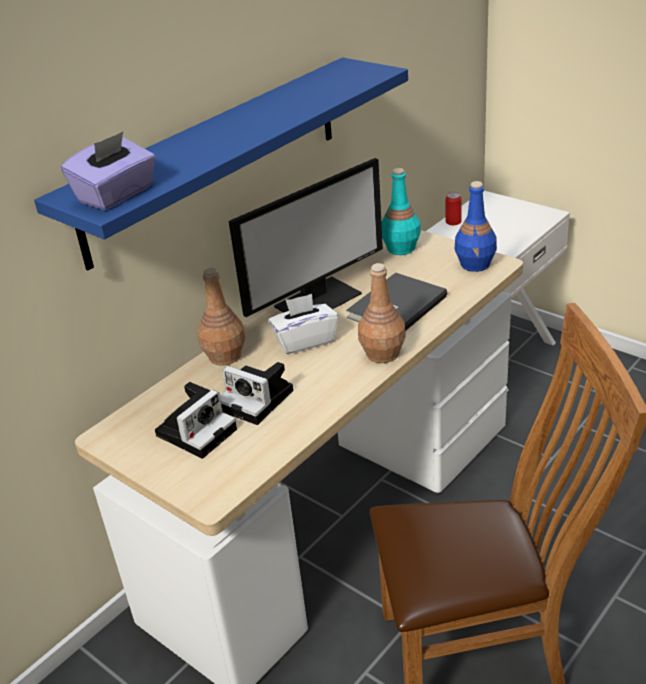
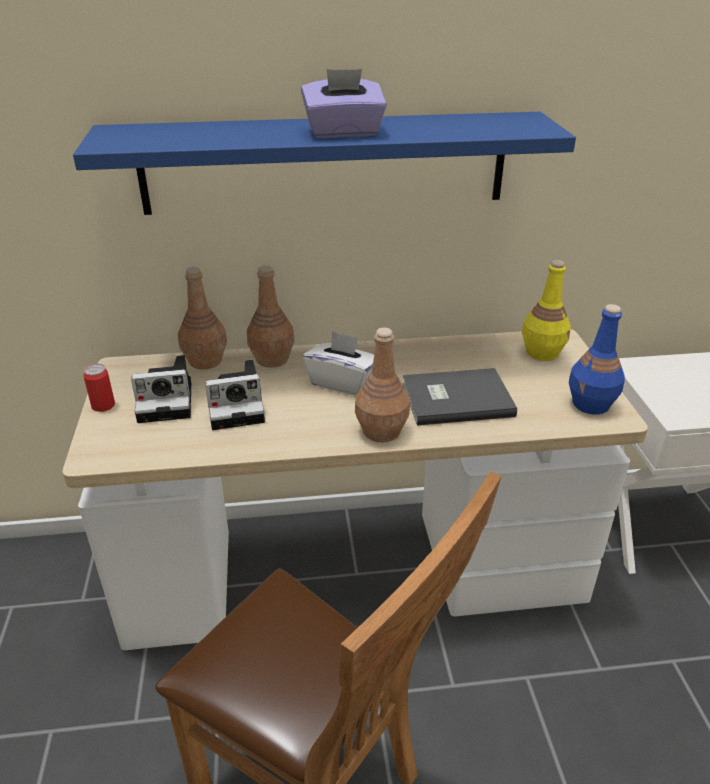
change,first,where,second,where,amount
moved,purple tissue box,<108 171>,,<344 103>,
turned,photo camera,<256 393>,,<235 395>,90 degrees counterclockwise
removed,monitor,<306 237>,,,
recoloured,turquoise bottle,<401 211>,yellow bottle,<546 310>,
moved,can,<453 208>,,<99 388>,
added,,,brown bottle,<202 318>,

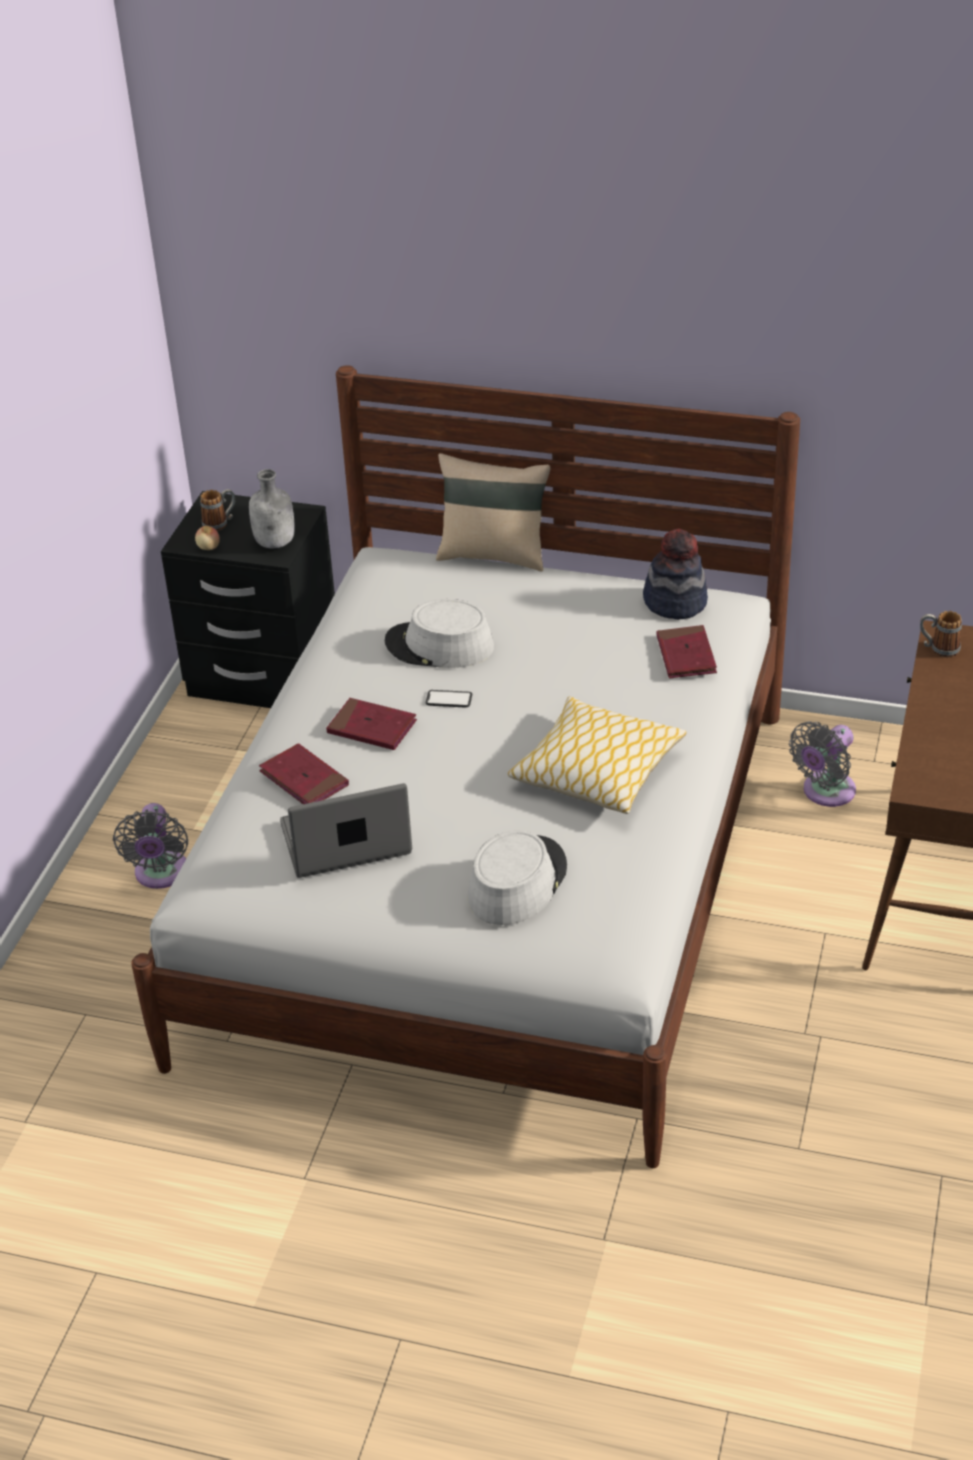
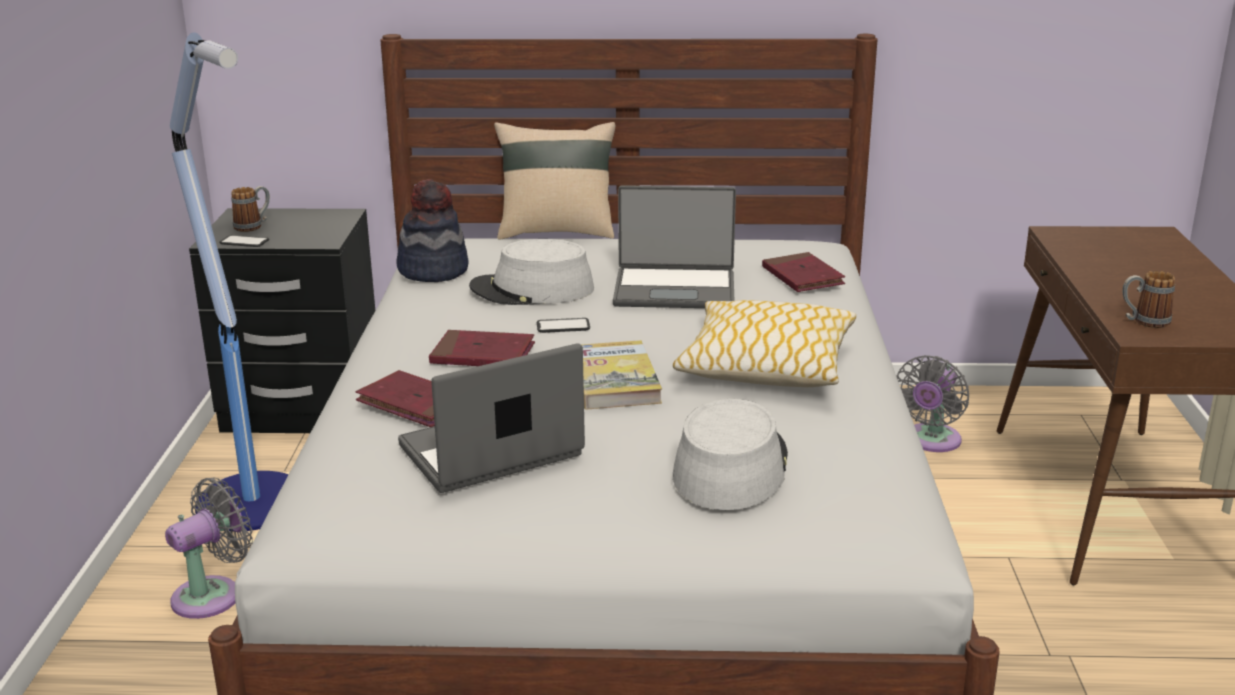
change,first,where,second,where,amount
turned,grey fan,<150 846>,,<209 548>,120 degrees counterclockwise
replaced,apple,<207 538>,phone,<244 241>,
removed,grey bottle,<272 509>,,,
moved,hat,<675 574>,,<432 230>,
moved,mug,<941 634>,,<1149 299>,
added,,,floor lamp,<229 282>,
added,,,book,<622 375>,
added,,,laptop,<674 246>,

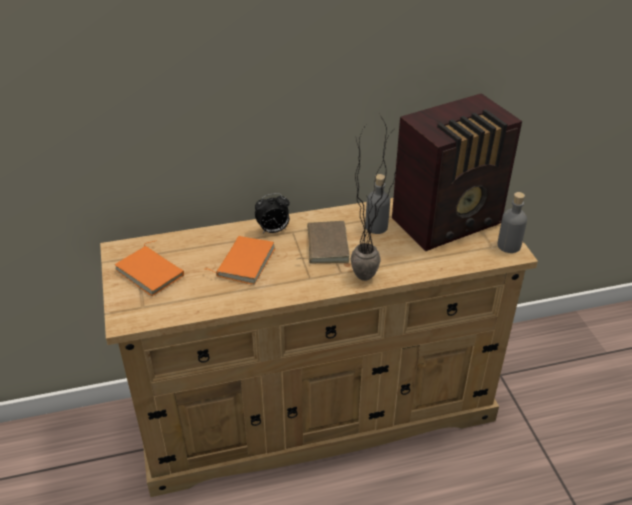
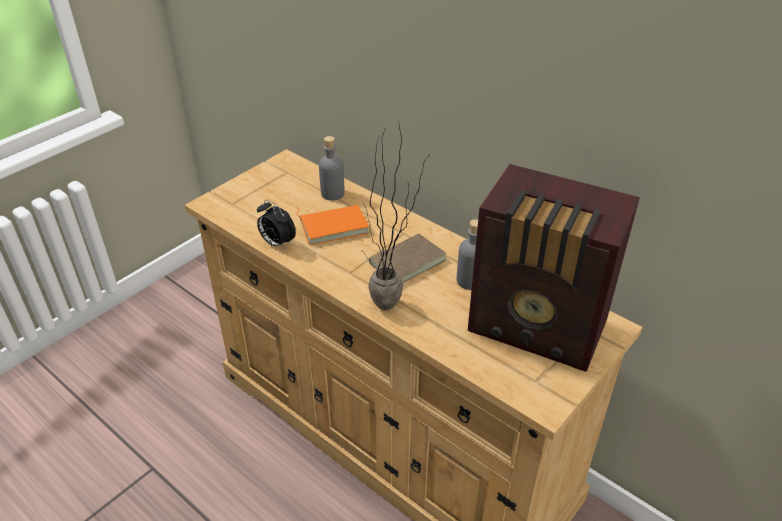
change,first,where,second,where,amount
removed,orange book,<149 268>,,,
moved,alarm clock,<272 213>,,<276 224>,
moved,grey bottle,<512 222>,,<332 168>,

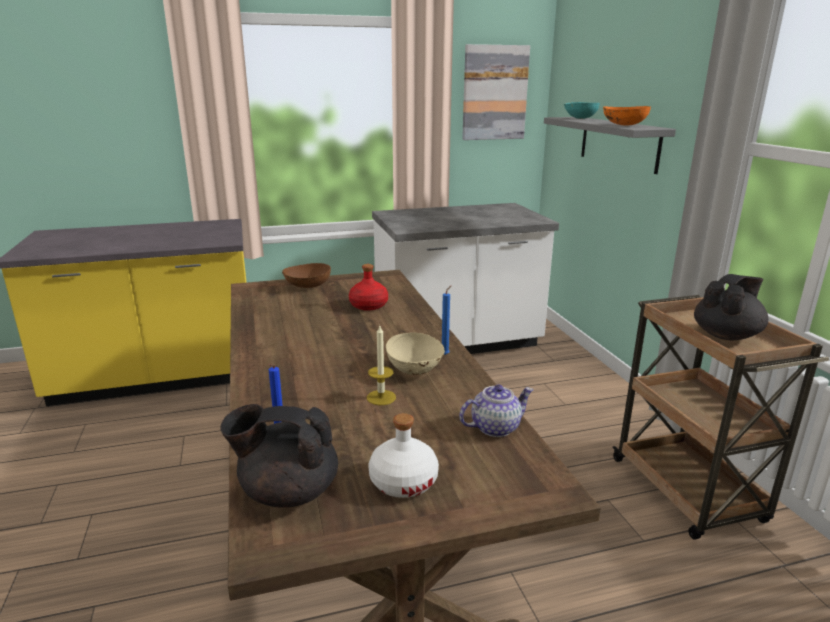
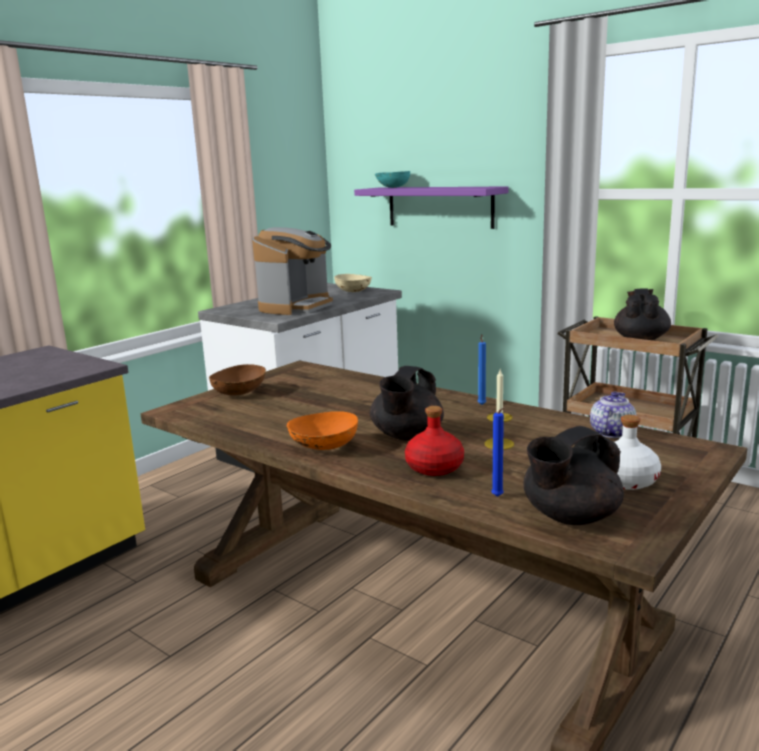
change,first,where,second,where,amount
moved,red bottle,<368 287>,,<434 441>,
moved,beige bowl,<415 353>,,<353 283>,
removed,picture,<496 92>,,,
recoloured,grey shelf,<610 145>,purple shelf,<431 207>,
moved,orange bowl,<627 116>,,<322 430>,
added,,,coffee machine,<292 271>,
added,,,black teapot,<407 403>,

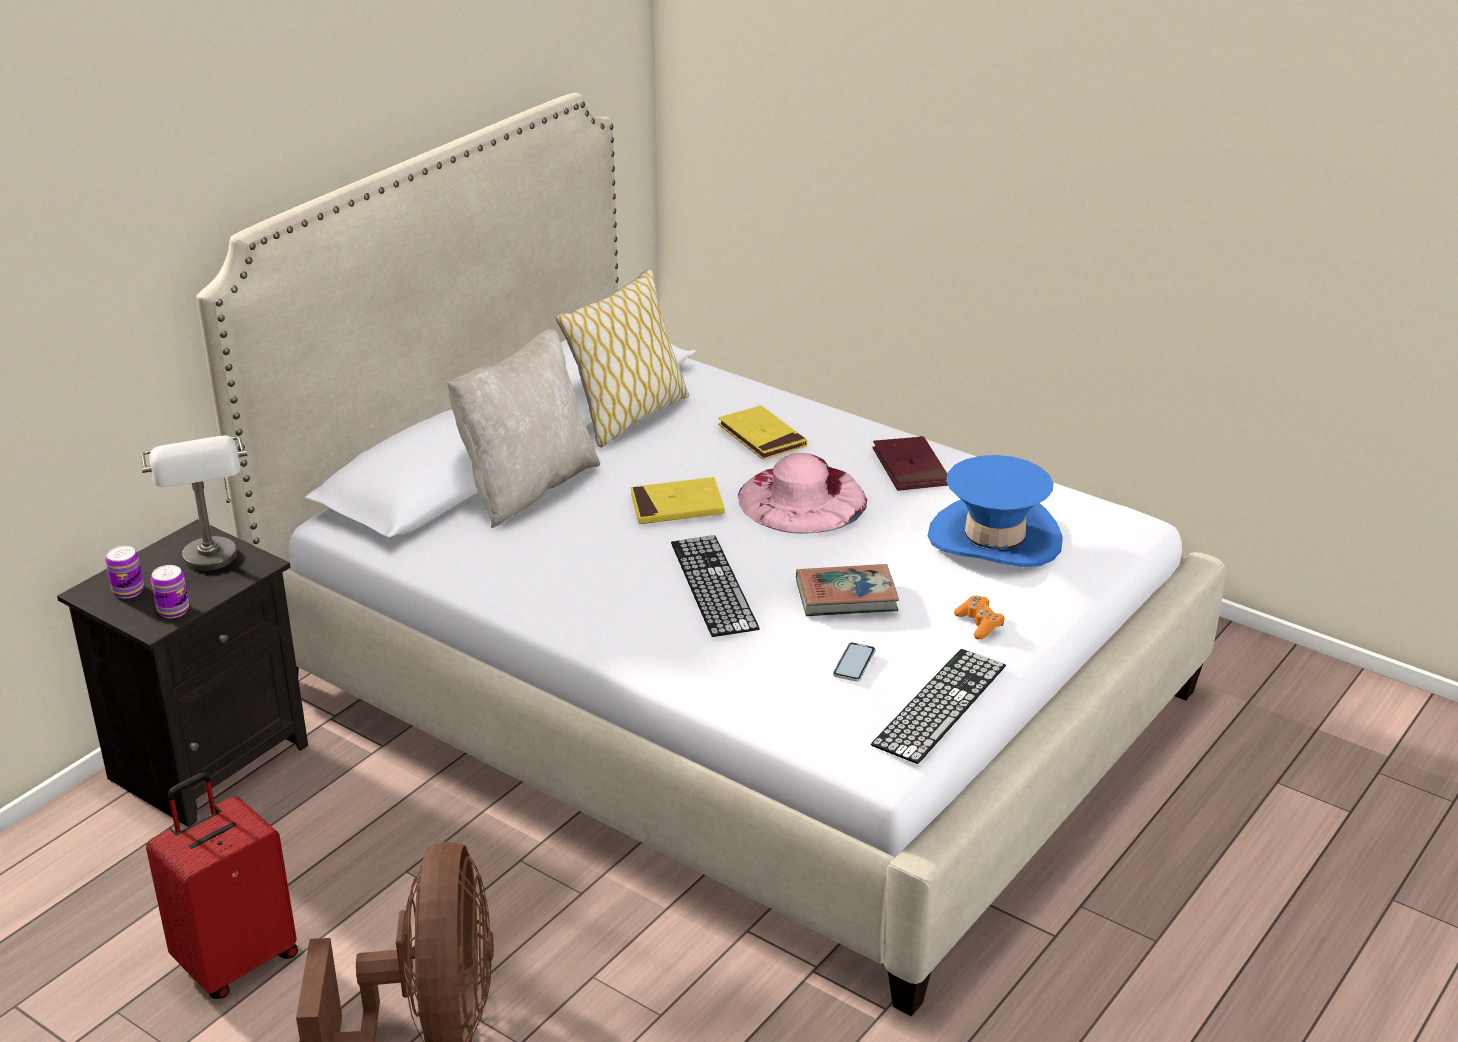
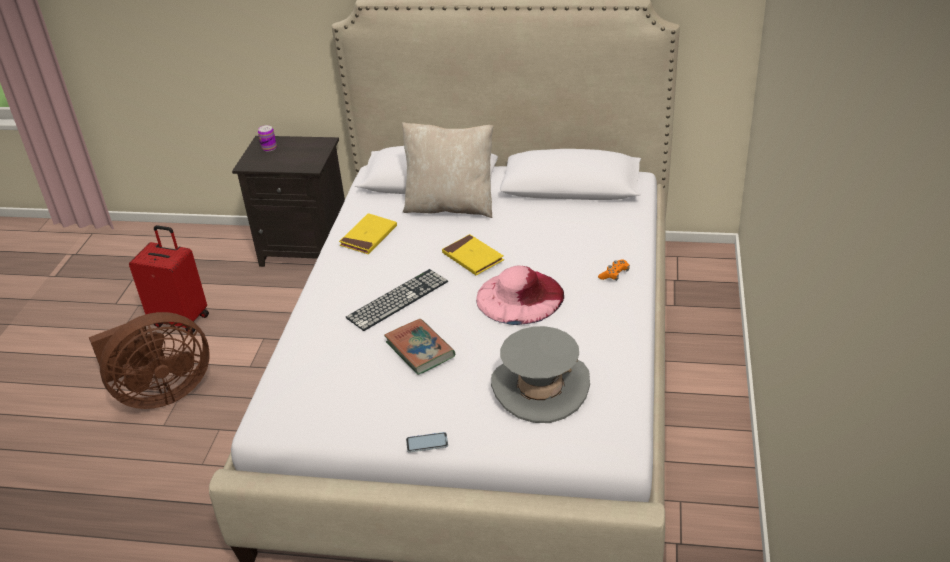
change,first,where,second,where,amount
removed,grey table lamp,<194 503>,,,
removed,can,<170 591>,,,
removed,pillow,<622 358>,,,
moved,yellow book,<762 433>,,<368 233>,
moved,phone,<854 662>,,<427 442>,
removed,keyboard,<938 706>,,,
removed,red book,<910 463>,,,
recoloured,blue hat,<995 511>,grey hat,<540 374>,
moved,orange game controller,<979 617>,,<614 270>,

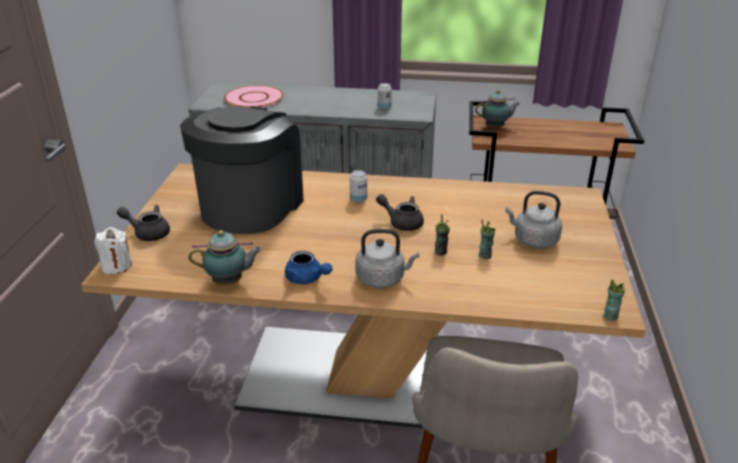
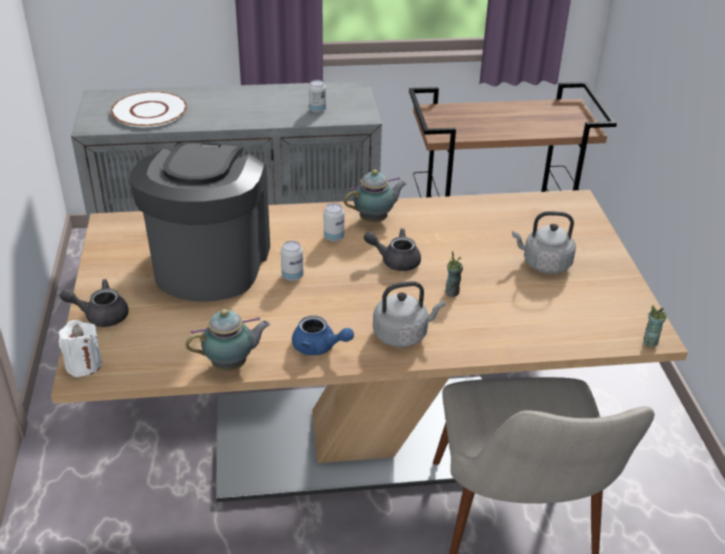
change,first,where,second,where,amount
recoloured,pink plate,<254 96>,white plate,<149 109>,
moved,teapot,<497 109>,,<375 196>,
removed,cup,<486 239>,,,
added,,,can,<292 261>,

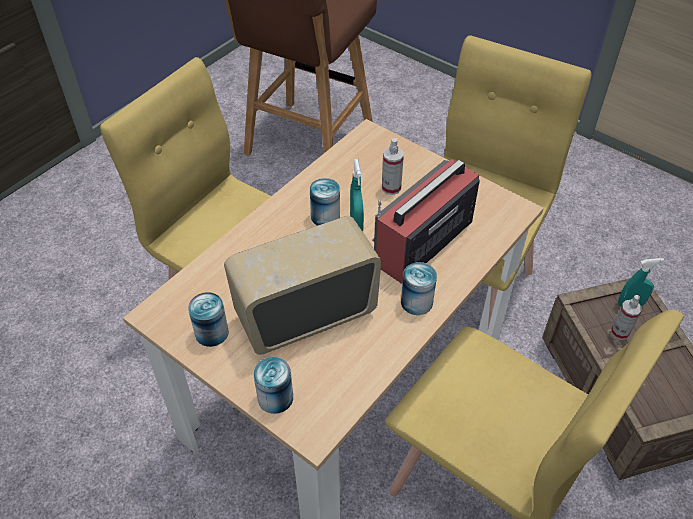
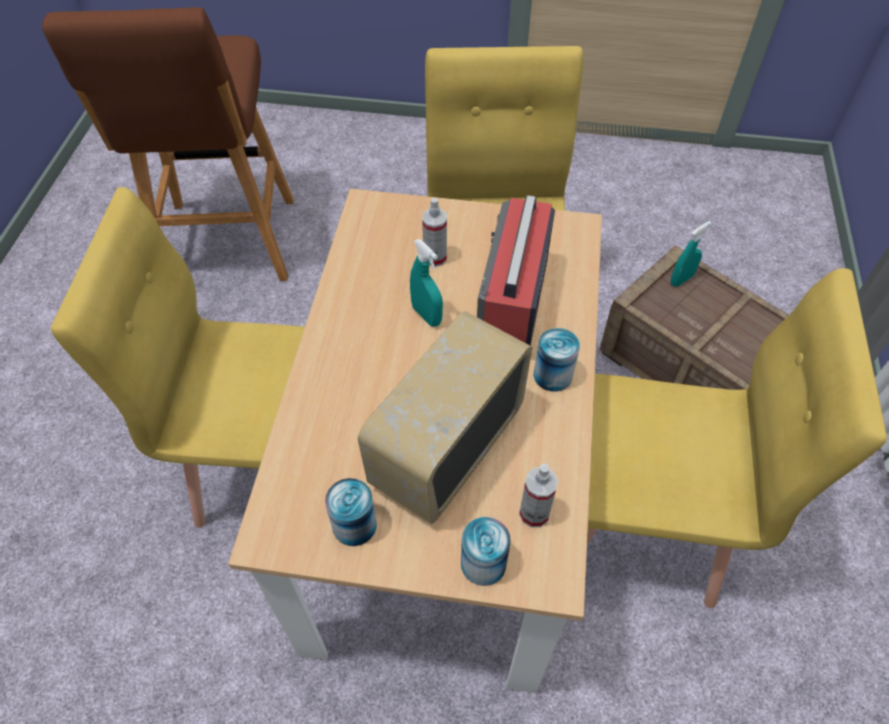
change,first,where,second,where,amount
removed,can,<325 202>,,,
moved,spray bottle,<626 317>,,<538 495>,

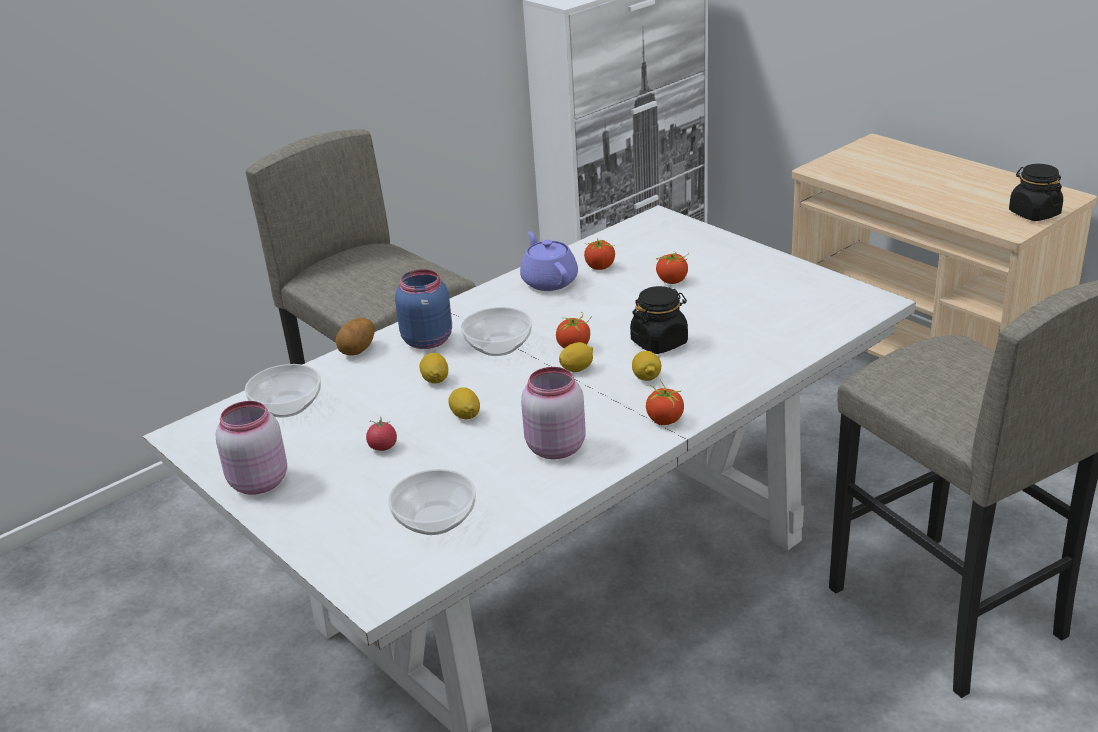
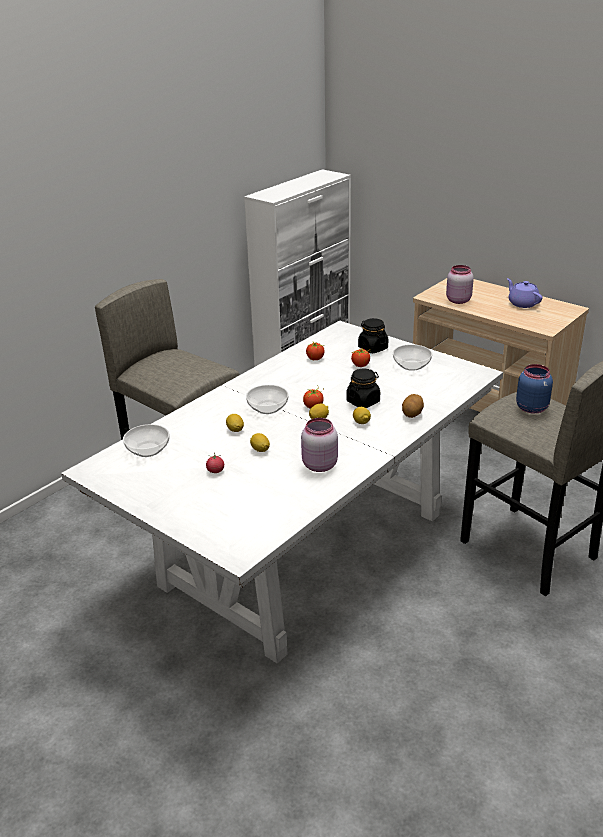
change,first,where,second,where,amount
moved,pink jar,<251 448>,,<460 284>,
moved,potato,<355 337>,,<413 406>,
moved,bowl,<432 502>,,<412 357>,
moved,blue jar,<423 309>,,<534 388>,
moved,purple teapot,<549 261>,,<524 293>,
removed,tomato,<665 402>,,,
moved,black jar,<1036 192>,,<373 335>,

